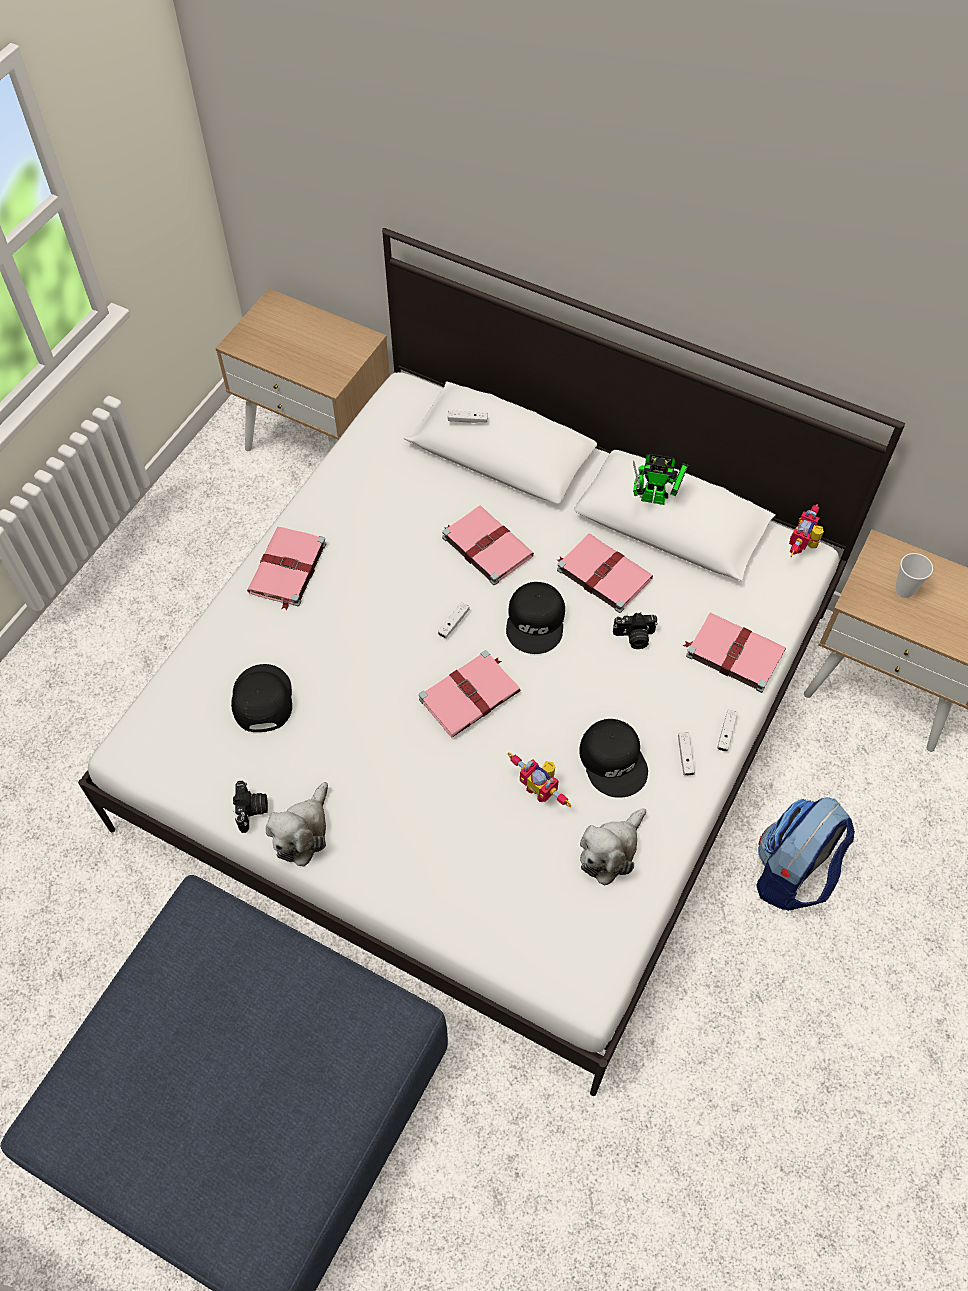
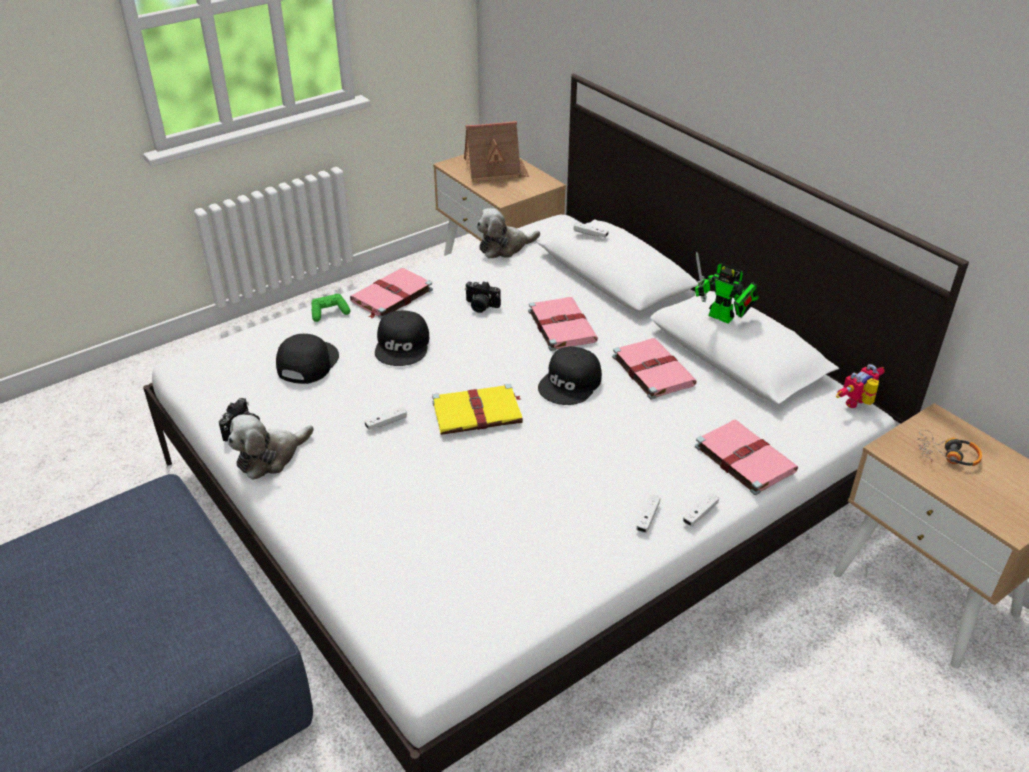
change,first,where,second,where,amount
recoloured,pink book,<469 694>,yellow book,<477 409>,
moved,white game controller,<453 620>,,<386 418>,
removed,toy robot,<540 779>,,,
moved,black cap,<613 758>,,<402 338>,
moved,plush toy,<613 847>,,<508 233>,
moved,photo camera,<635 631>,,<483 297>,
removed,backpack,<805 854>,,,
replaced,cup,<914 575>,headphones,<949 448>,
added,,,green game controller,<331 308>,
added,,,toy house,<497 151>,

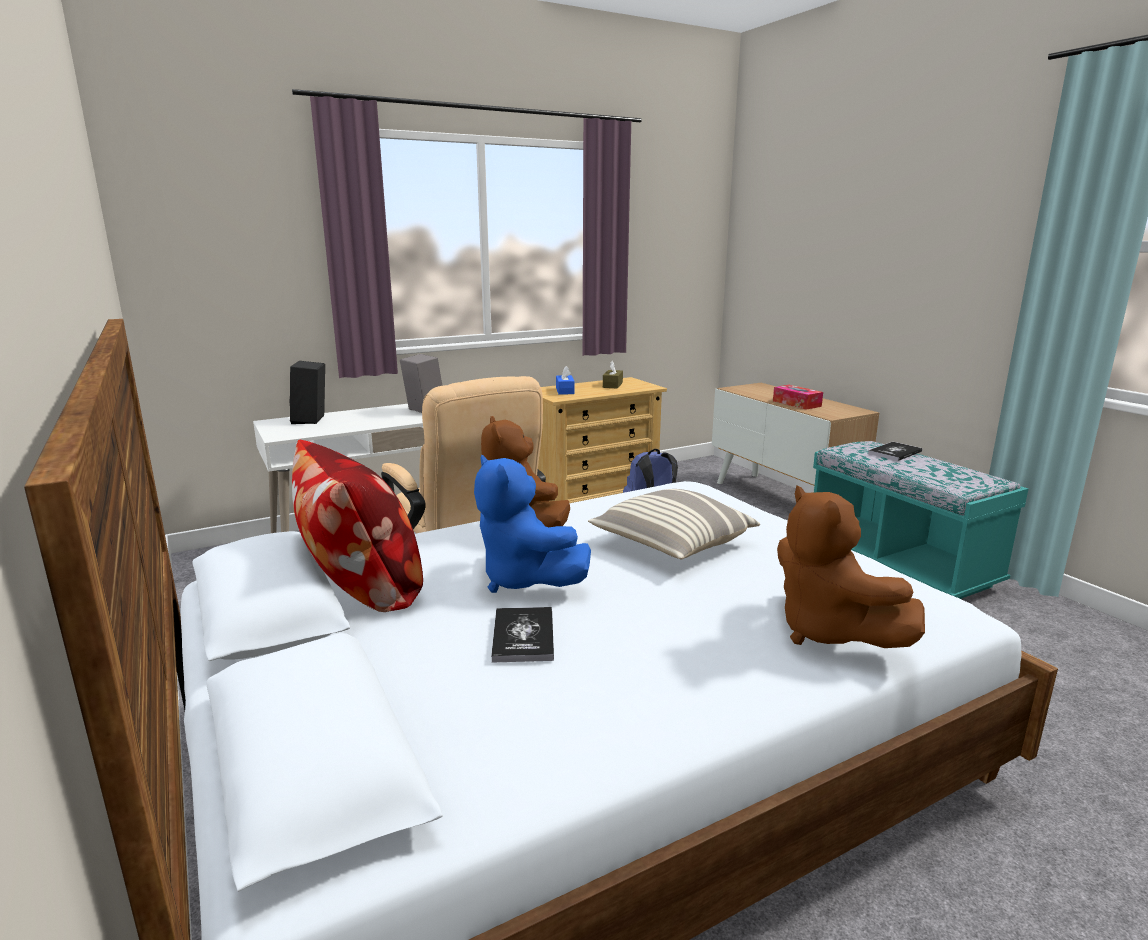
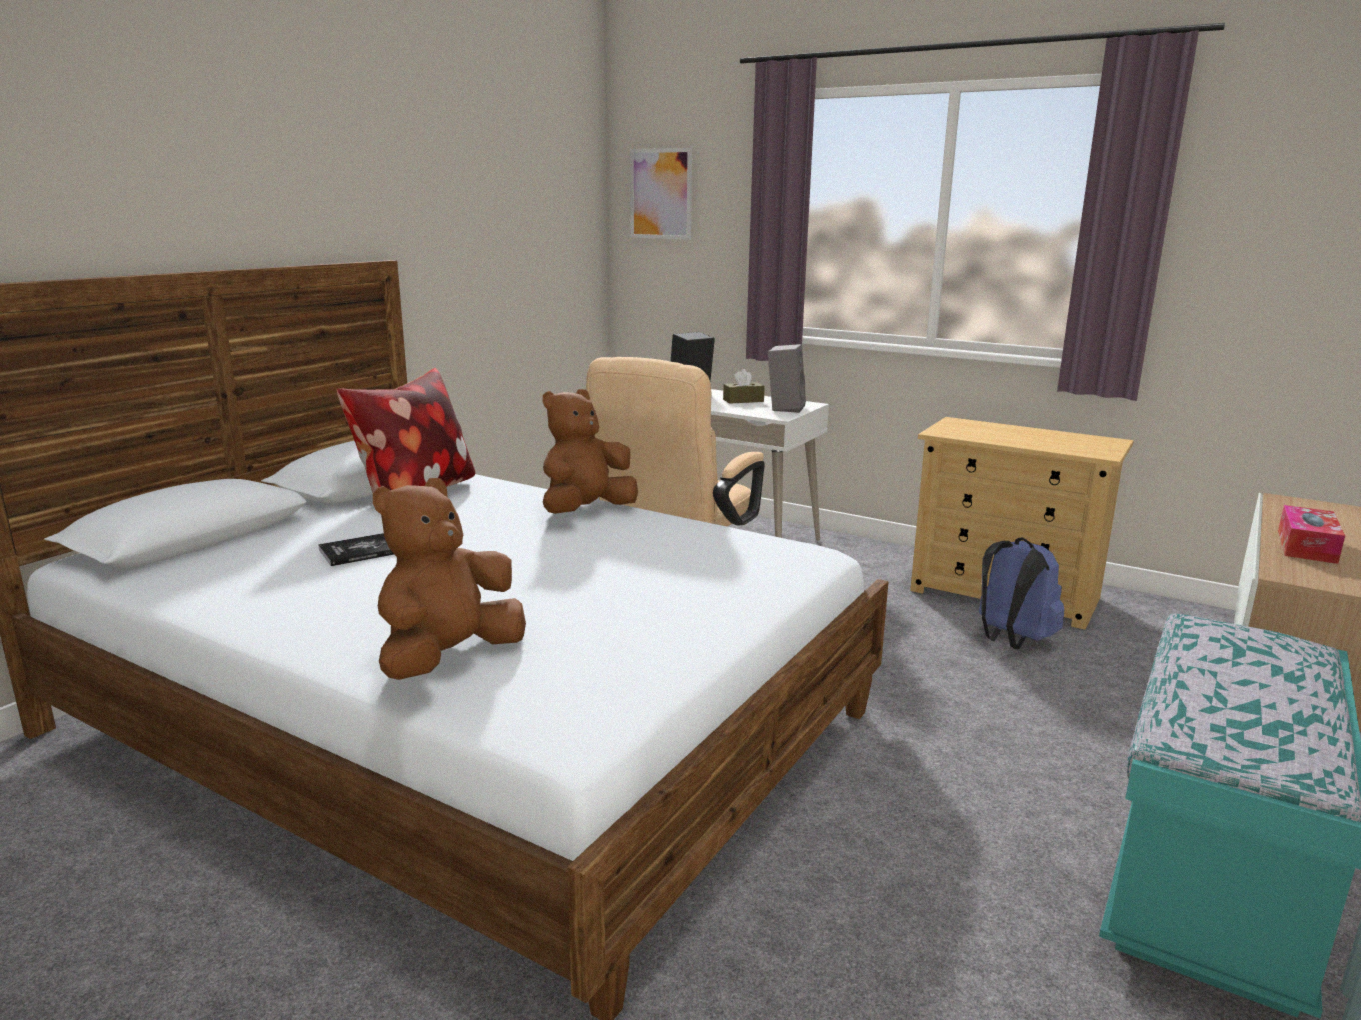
change,first,where,second,where,amount
removed,blue plush toy,<532 523>,,,
removed,blue tissue box,<565 380>,,,
removed,pillow,<674 524>,,,
moved,brown tissue box,<613 375>,,<744 386>,
removed,book,<895 451>,,,
added,,,picture,<661 194>,

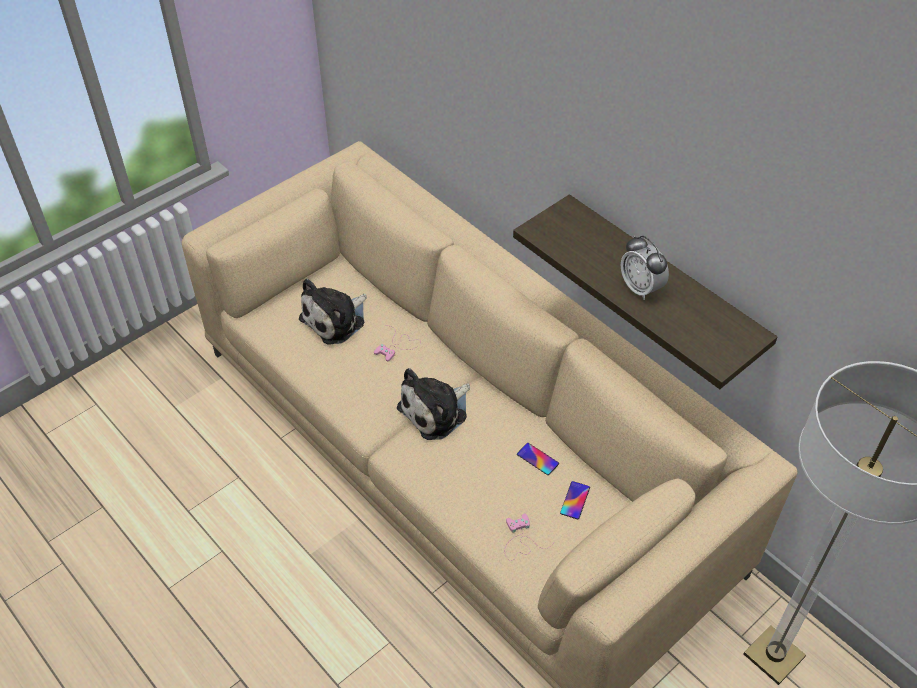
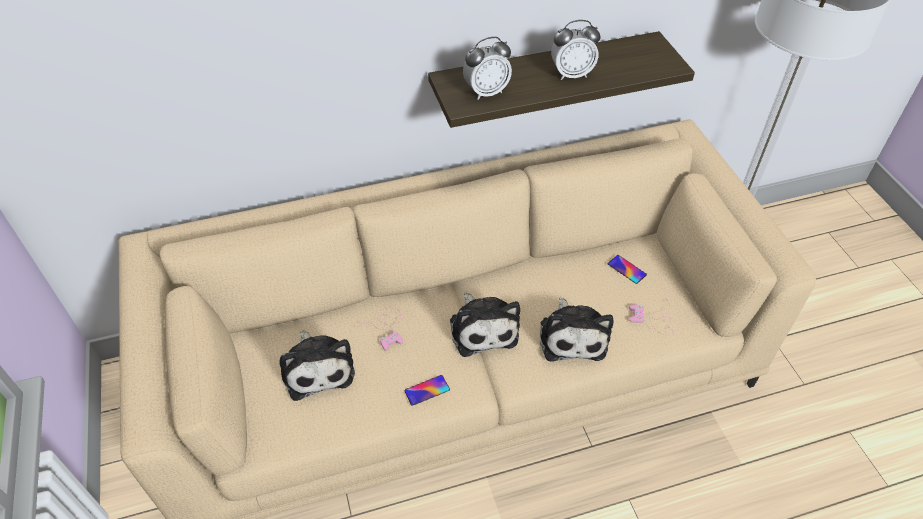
change,first,where,second,where,amount
moved,phone,<538 459>,,<427 390>,
added,,,alarm clock,<487 68>,
added,,,plush toy,<576 330>,

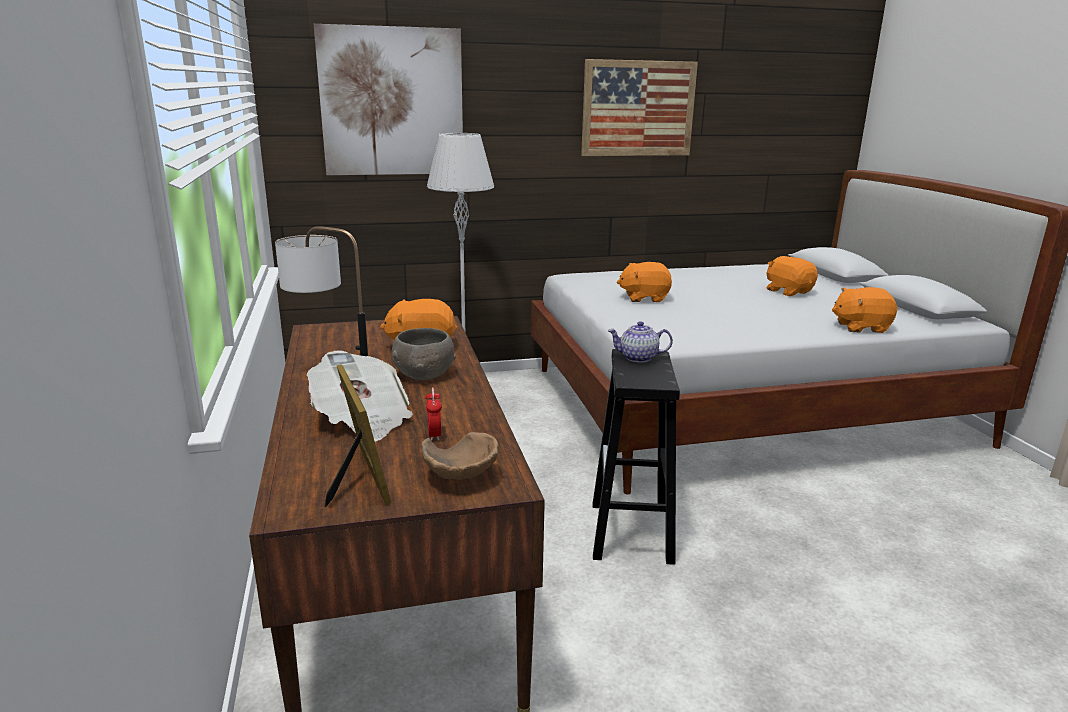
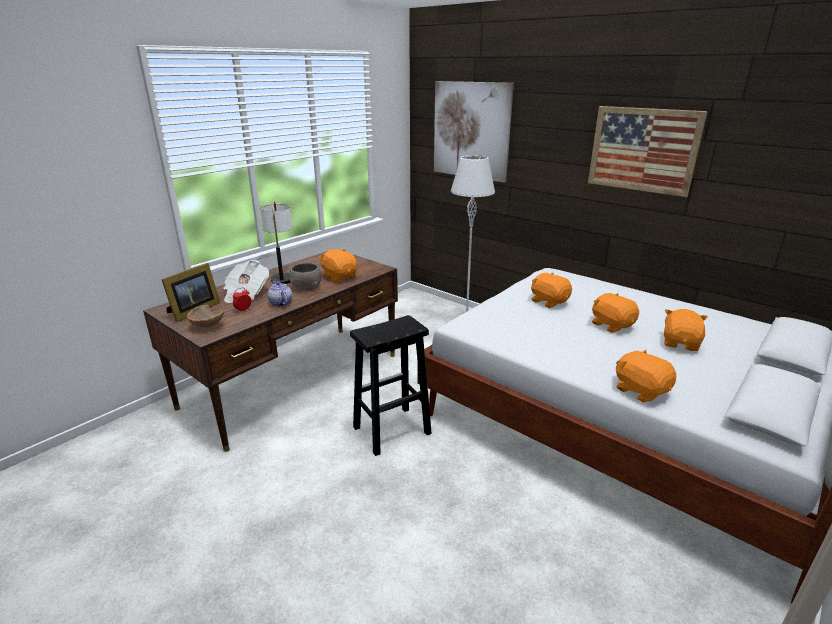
change,first,where,second,where,amount
moved,teapot,<640 342>,,<280 294>,
added,,,orange plush toy,<615 313>,

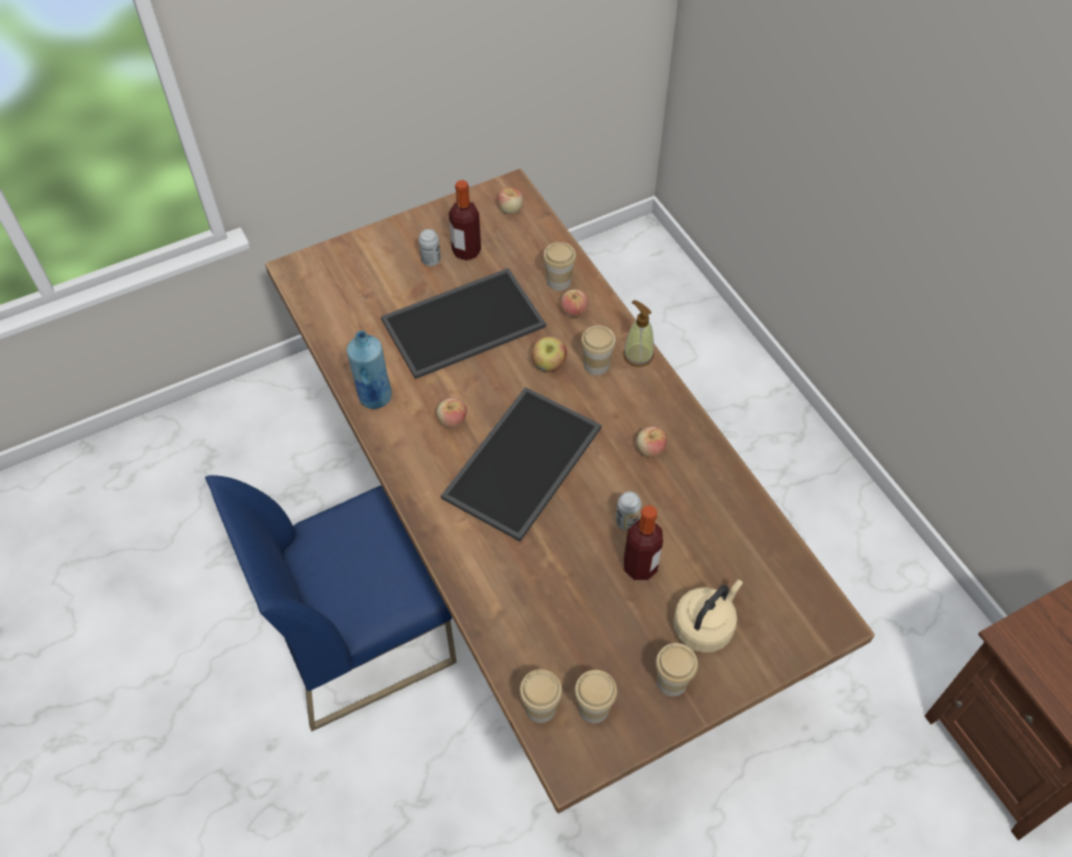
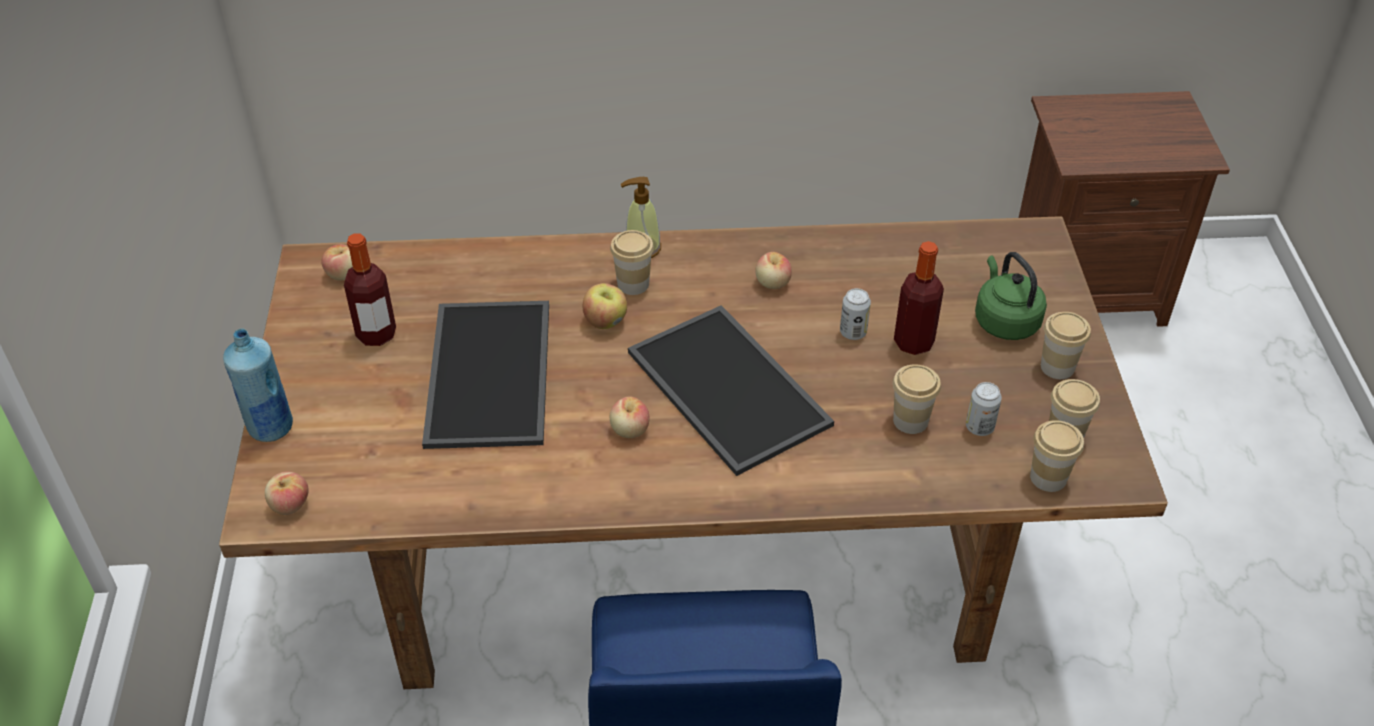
change,first,where,second,where,amount
moved,blue bottle,<369 370>,,<258 385>,
moved,can,<430 247>,,<984 409>,
moved,cup,<559 266>,,<917 399>,
moved,apple,<574 303>,,<287 493>,
recoloured,beige kettle,<708 616>,green kettle,<1011 296>,

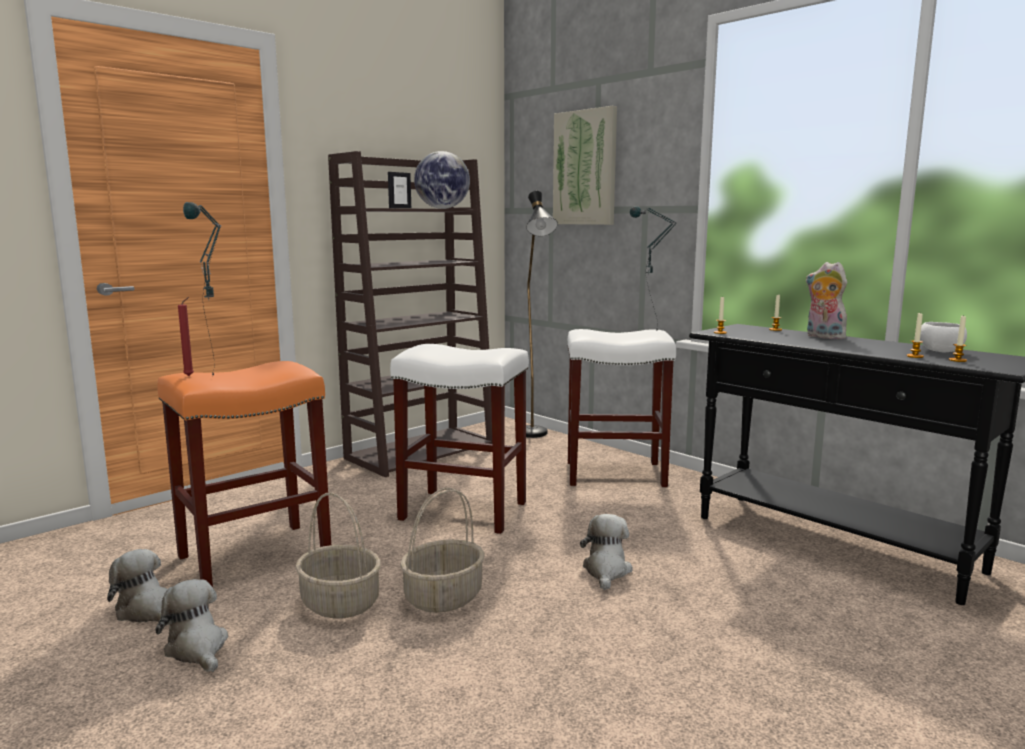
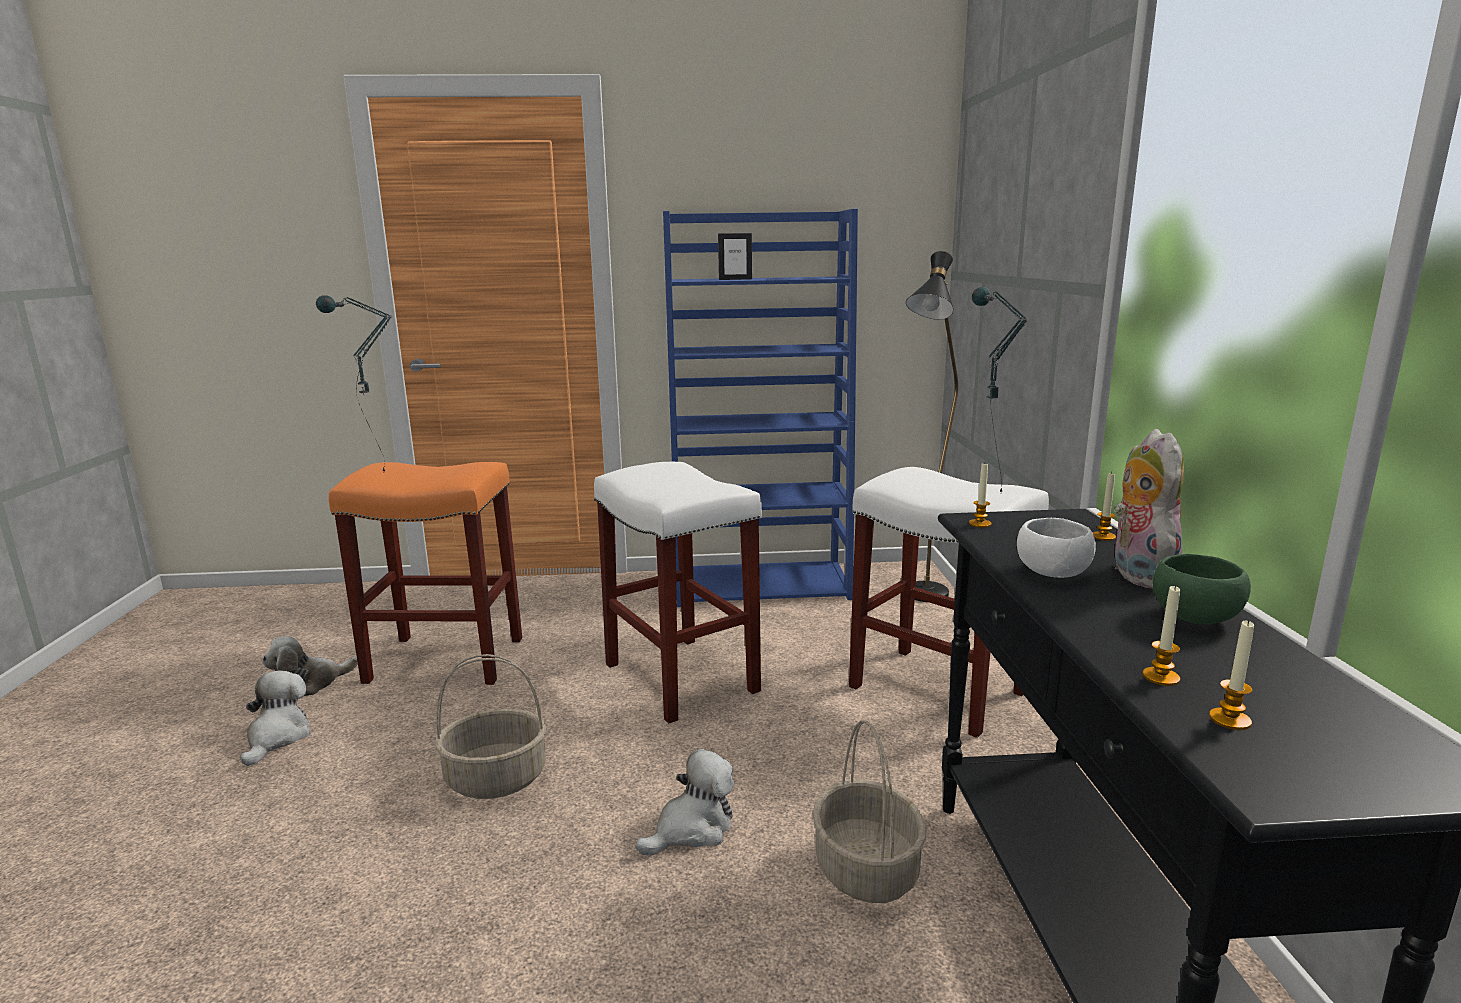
change,first,where,second,where,amount
turned,plush toy,<138 587>,,<310 666>,120 degrees counterclockwise
removed,red candle,<186 336>,,,
moved,basket,<338 555>,,<869 811>,
recoloured,brown bookcase,<410 314>,blue bookcase,<760 408>,
removed,globe,<442 180>,,,
removed,picture,<585 165>,,,
moved,white bowl,<943 337>,,<1056 548>,
added,,,green bowl,<1201 589>,

